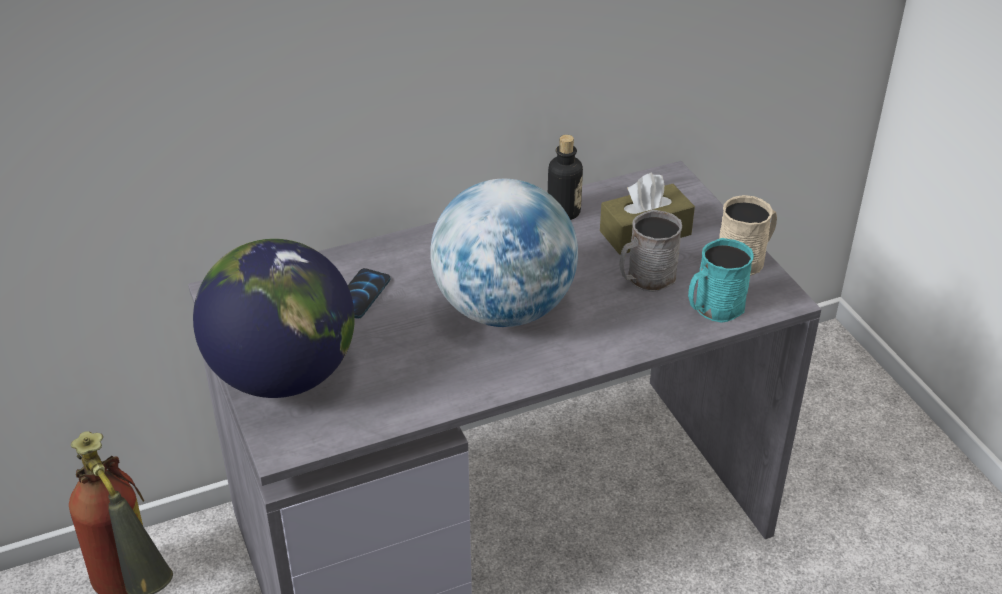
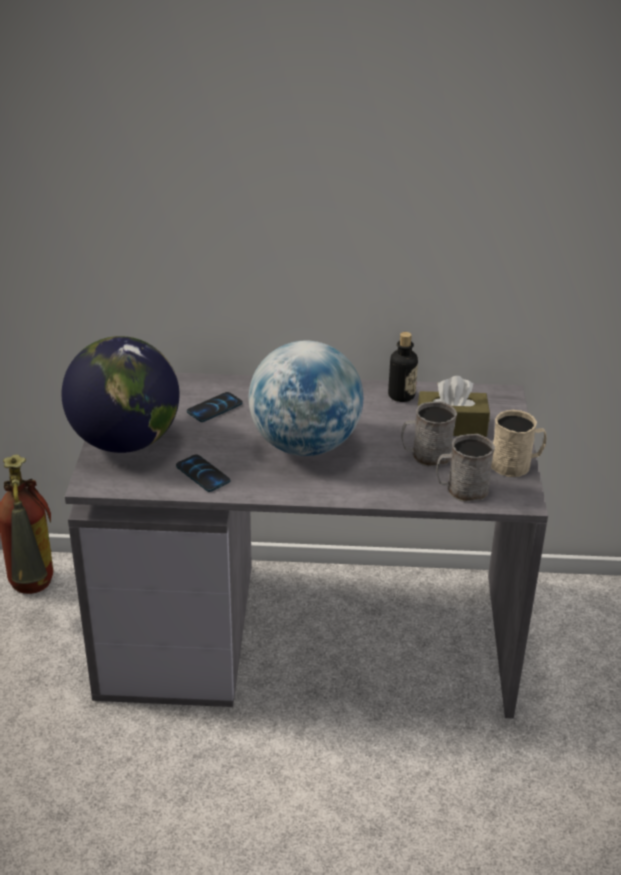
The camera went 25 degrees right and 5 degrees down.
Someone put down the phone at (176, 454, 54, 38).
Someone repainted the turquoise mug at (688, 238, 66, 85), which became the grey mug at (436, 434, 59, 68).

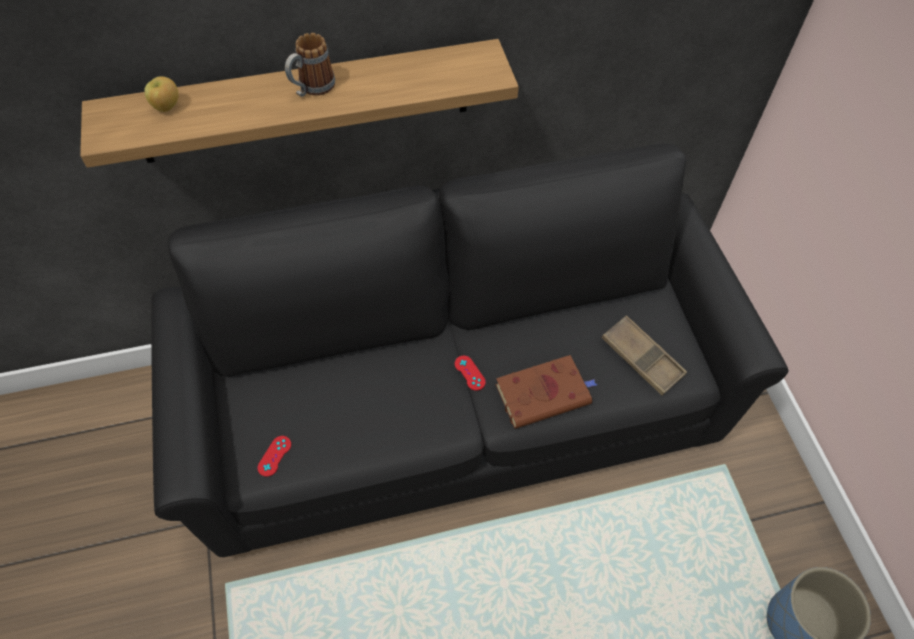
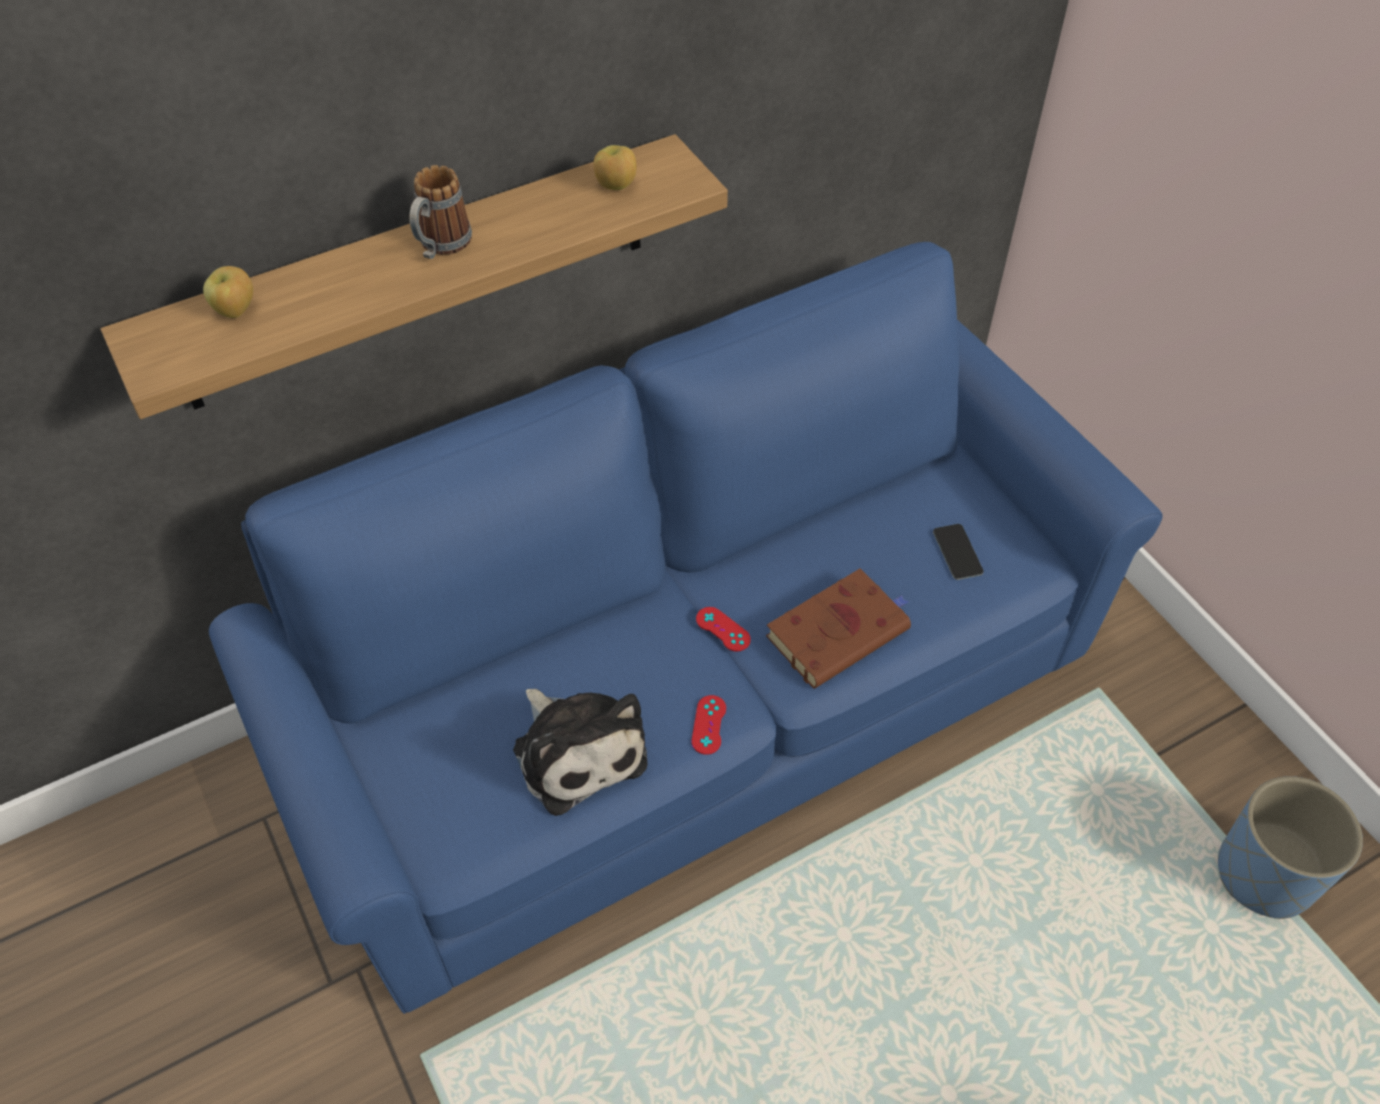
The camera went 15 degrees left and 5 degrees down.
Someone repainted the black sofa at (151, 143, 638, 414), which became the blue sofa at (209, 242, 954, 772).
Someone put down the plush toy at (513, 689, 135, 127).
Someone put down the apple at (593, 145, 43, 45).
Someone carried the red game controller from (257, 436, 34, 41) to (691, 695, 35, 60).
Someone swapped the brown tray at (602, 315, 85, 81) for the phone at (933, 524, 51, 56).

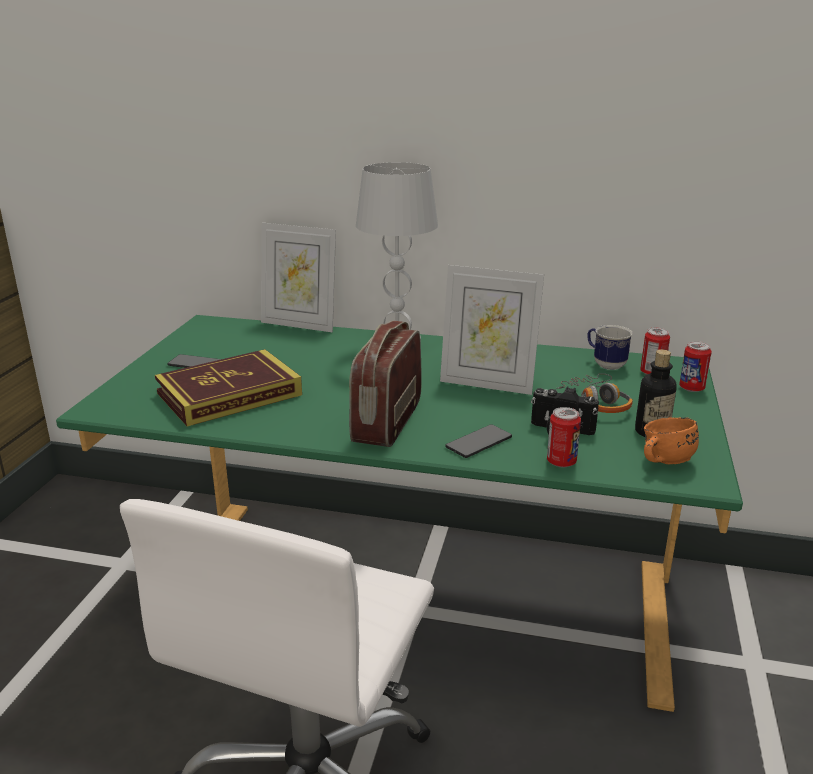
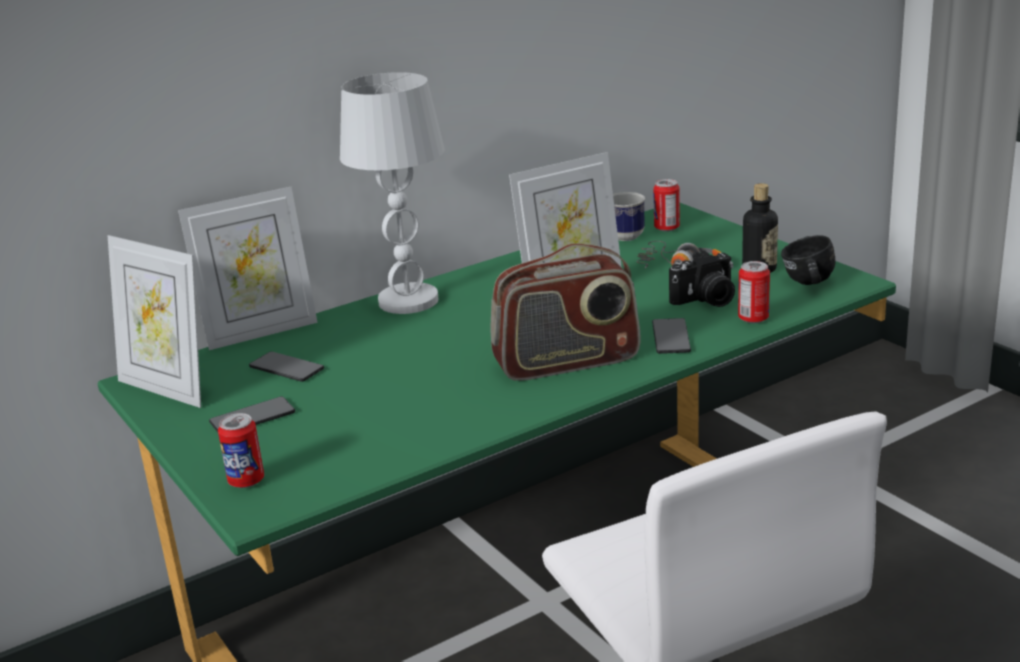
The camera went 45 degrees left and 0 degrees up.
Someone put down the picture frame at (107, 235, 94, 173).
Someone carried the can from (679, 341, 33, 51) to (218, 413, 46, 75).
Someone put down the phone at (249, 351, 75, 31).
Someone rotated the radio at (349, 320, 73, 127) by 75 degrees counterclockwise.
Someone repainted the orange mug at (644, 417, 55, 47), which became the black mug at (781, 235, 55, 50).
Someone took away the book at (155, 349, 147, 77).

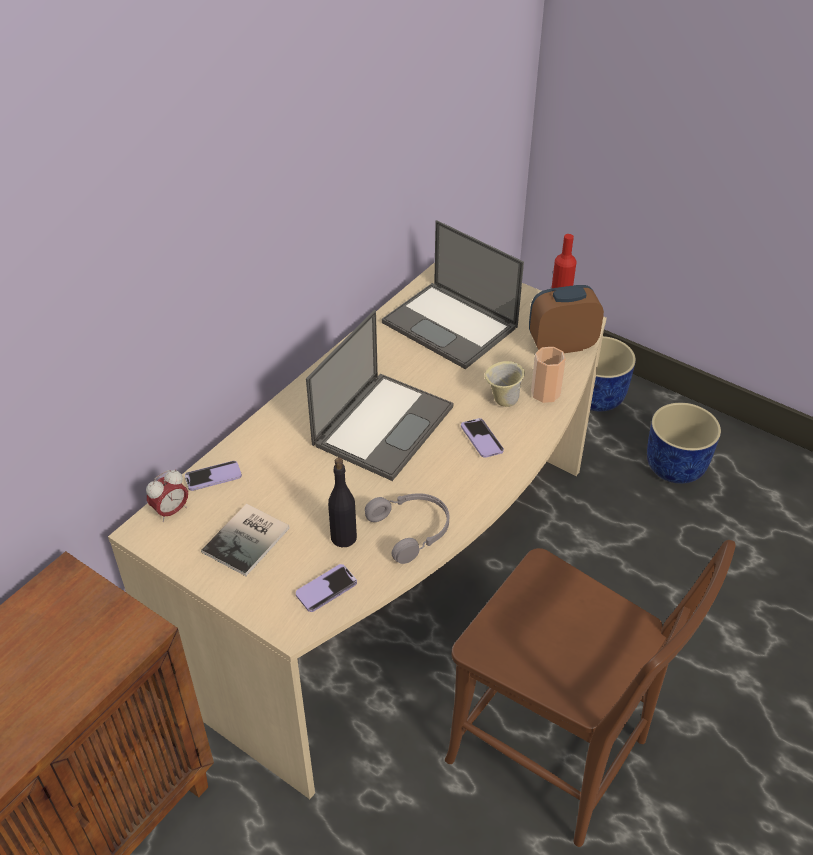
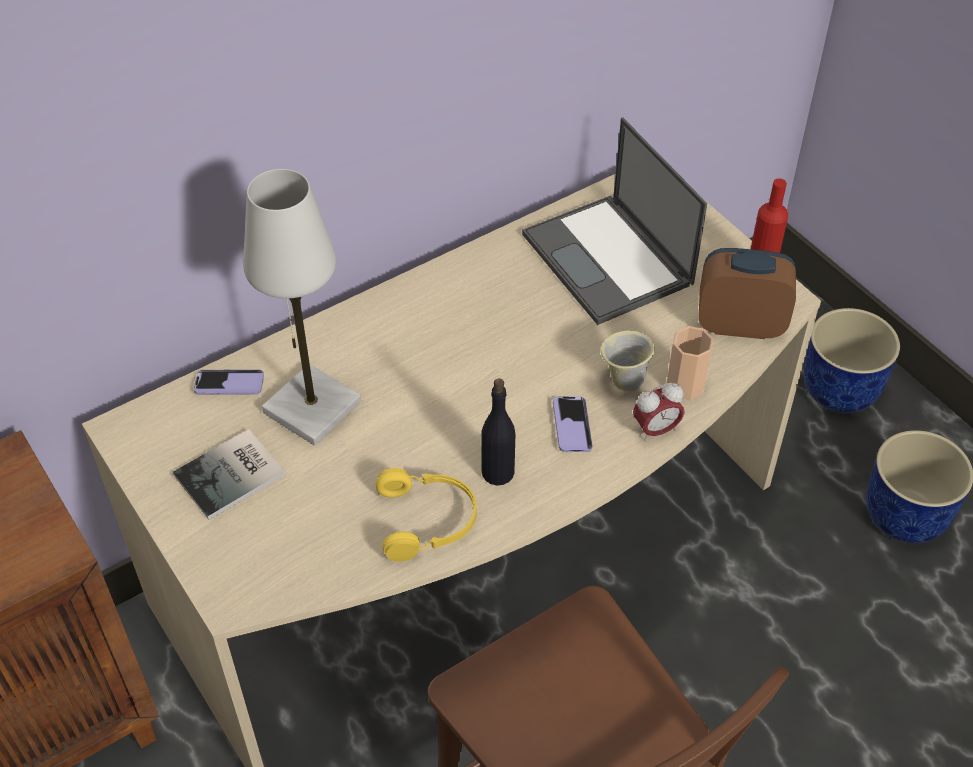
The camera went 20 degrees right and 5 degrees up.
Someone put down the white table lamp at (243, 169, 118, 277).
Someone repainted the grey headphones at (365, 493, 84, 71), which became the yellow headphones at (376, 468, 101, 94).
Someone carried the black bottle from (328, 458, 29, 89) to (481, 378, 34, 108).
Someone carried the alarm clock from (146, 470, 42, 52) to (633, 383, 52, 58).
Someone took away the phone at (296, 564, 61, 48).
Someone took away the laptop at (306, 310, 147, 171).

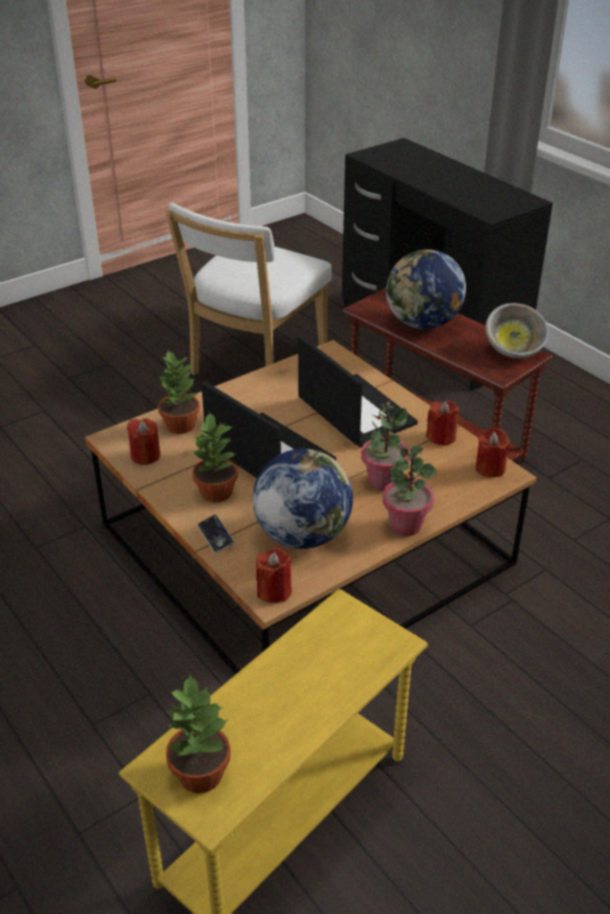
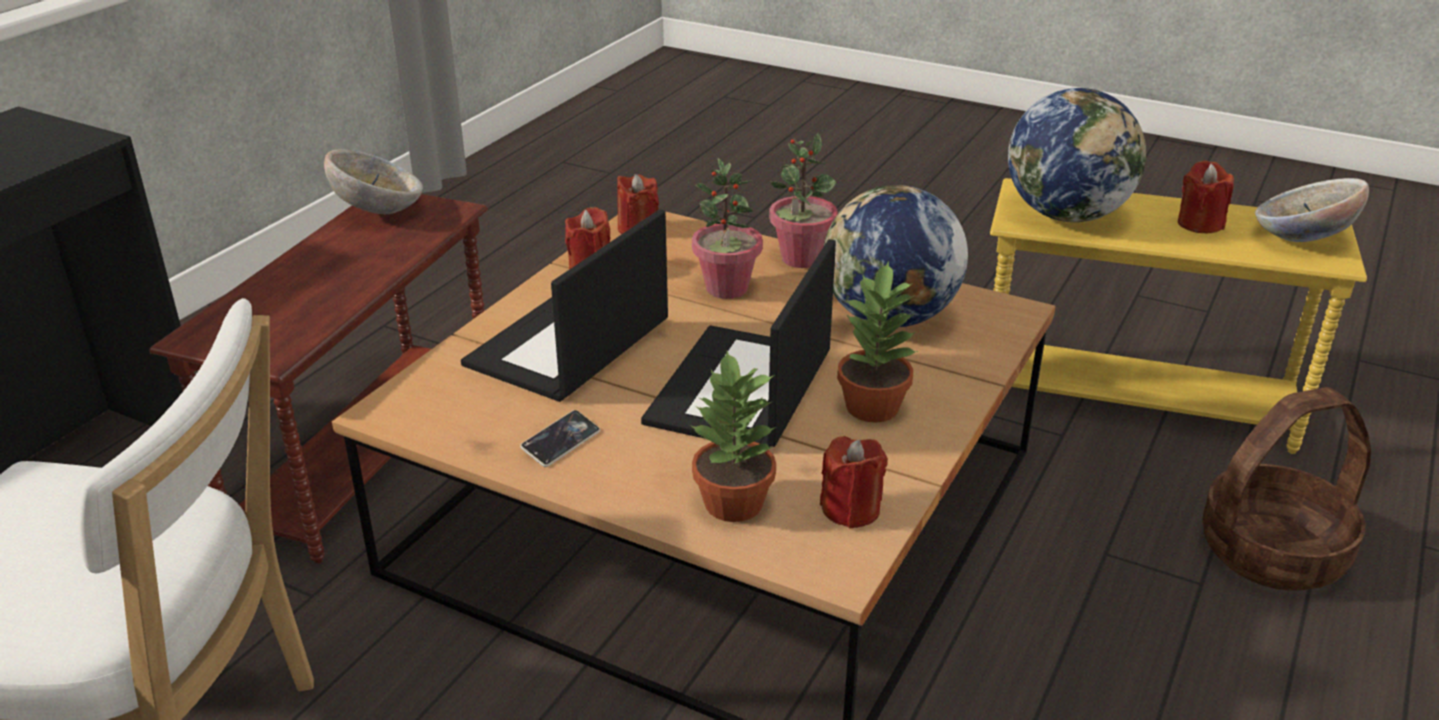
The camera went 115 degrees left and 5 degrees down.
Someone carried the phone from (197, 514, 38, 40) to (520, 410, 80, 57).
Someone carried the globe from (386, 249, 80, 80) to (1008, 88, 138, 134).
Someone carried the red candle from (256, 548, 36, 55) to (1178, 160, 56, 73).
Someone put down the basket at (1202, 387, 169, 204).
Someone swapped the potted plant at (166, 674, 65, 119) for the bowl at (1255, 178, 114, 64).

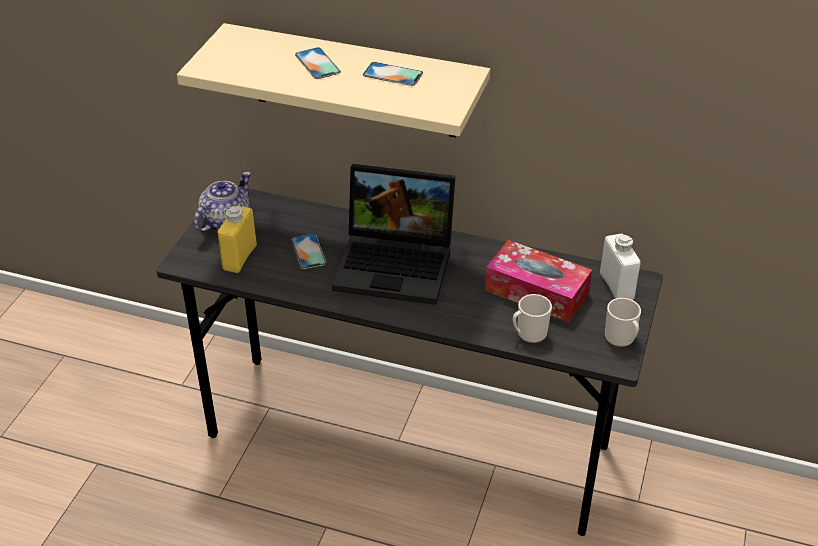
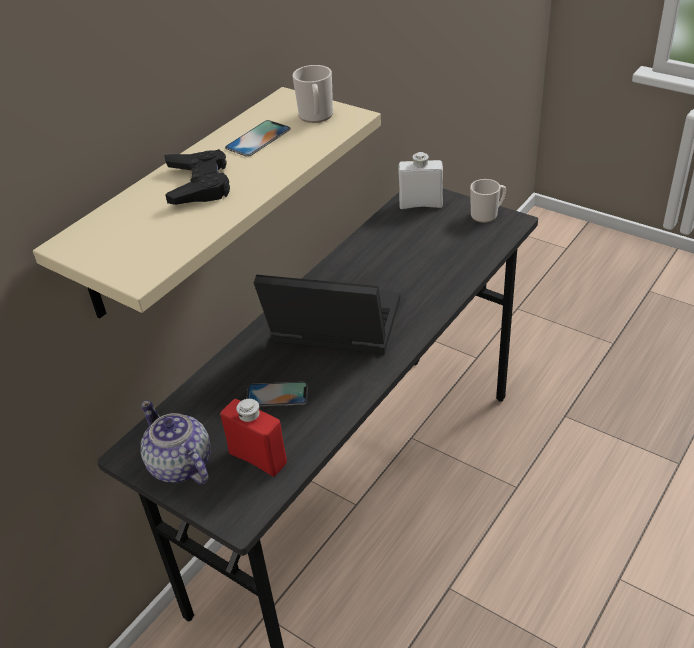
The camera went 70 degrees left and 0 degrees up.
Someone swapped the phone at (295, 47, 46, 32) for the black game controller at (164, 149, 66, 56).
Someone repainted the yellow bottle at (218, 206, 39, 67), which became the red bottle at (220, 399, 67, 77).
Someone rotated the laptop at (332, 164, 124, 141) by 105 degrees counterclockwise.
Someone carried the mug from (513, 294, 39, 49) to (293, 65, 40, 58).
Someone took away the tissue box at (485, 240, 107, 82).

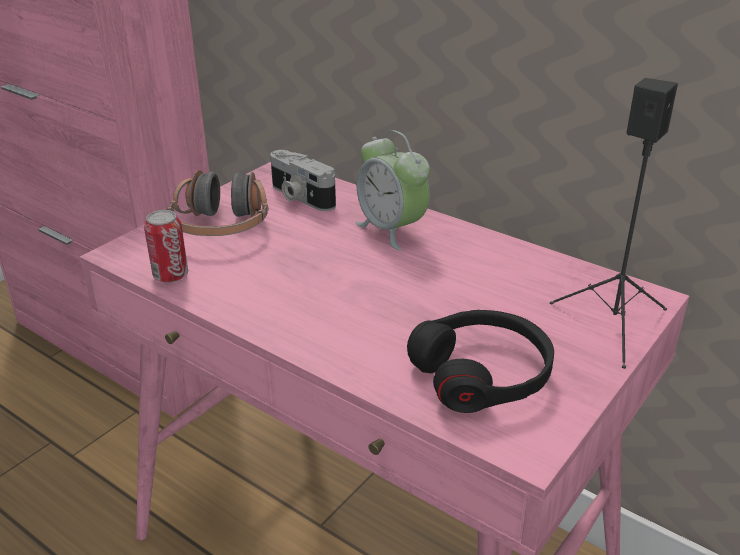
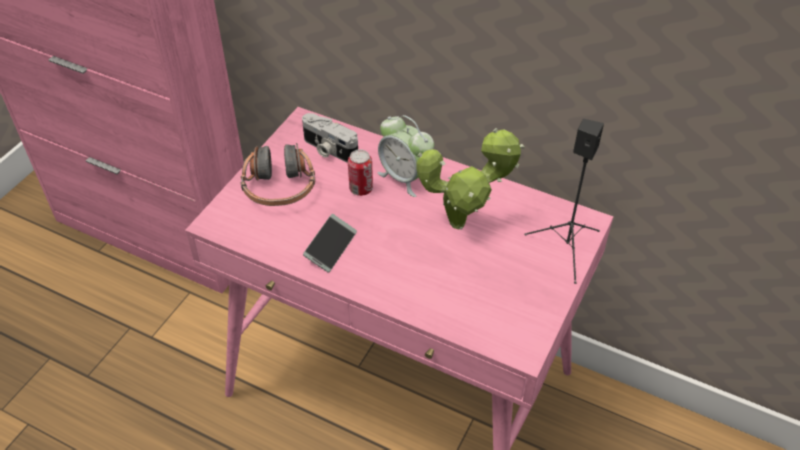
The camera went 10 degrees left and 15 degrees up.
Someone put down the phone at (303, 214, 54, 59).
Someone carried the can from (144, 210, 44, 73) to (348, 149, 25, 47).
Someone put down the potted plant at (416, 128, 109, 102).
Someone took away the black headphones at (407, 310, 147, 103).

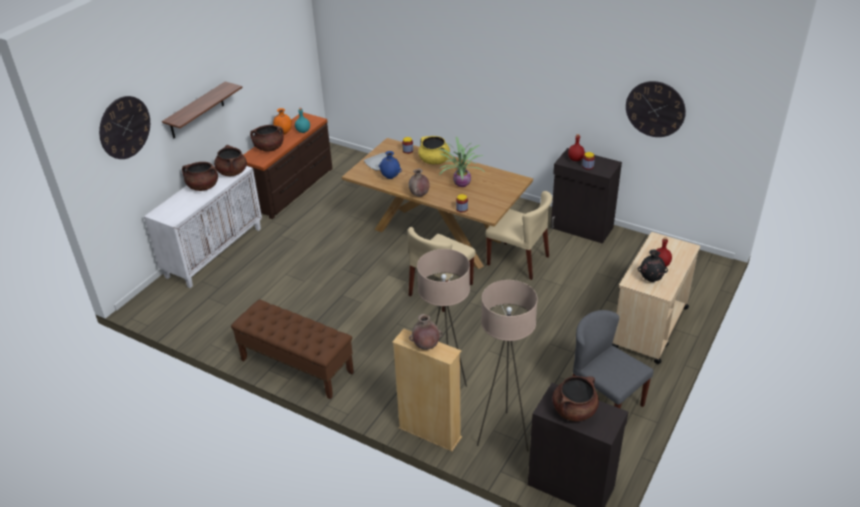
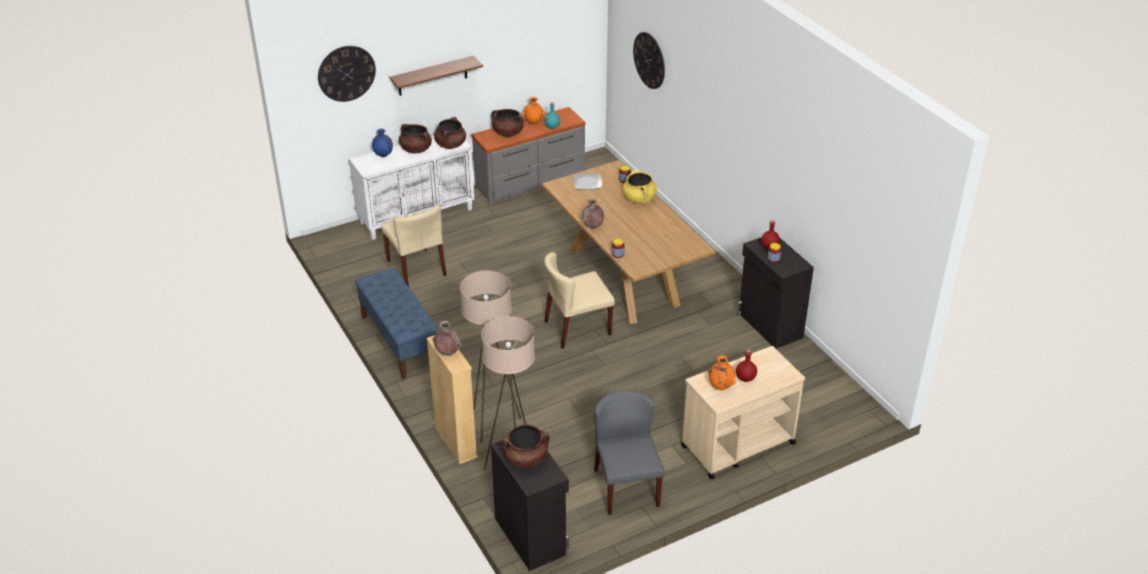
The camera went 30 degrees right and 0 degrees up.
Someone repainted the brown bench at (231, 299, 123, 100), which became the blue bench at (355, 268, 84, 111).
Someone carried the blue vase from (379, 151, 23, 28) to (372, 129, 21, 28).
Someone carried the beige chair from (485, 191, 67, 89) to (381, 205, 66, 82).
Someone repainted the brown dresser at (244, 112, 89, 107), which became the grey dresser at (472, 107, 113, 97).
Someone carried the wall clock from (626, 81, 60, 56) to (633, 32, 32, 57).
Someone repainted the black vase at (638, 249, 30, 33), which became the orange vase at (708, 356, 28, 34).
Someone took away the potted plant at (439, 136, 46, 51).

